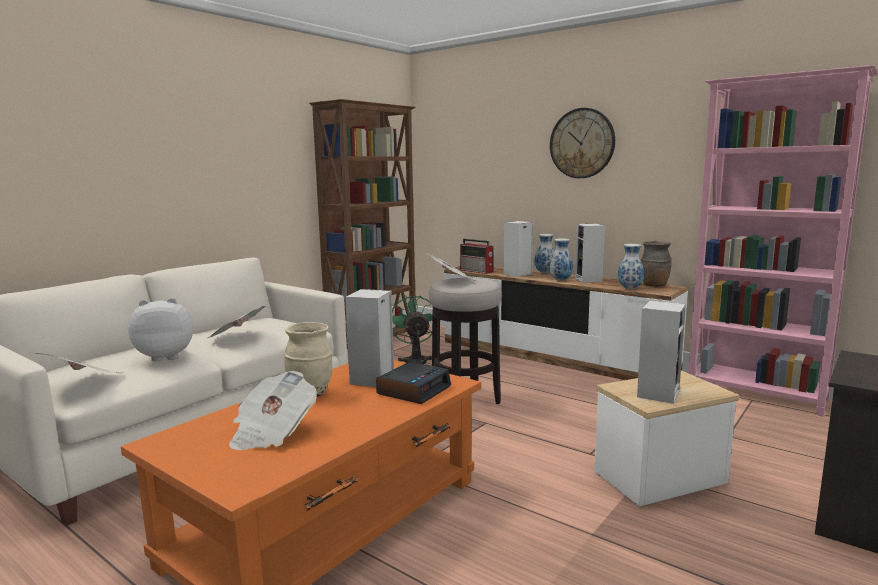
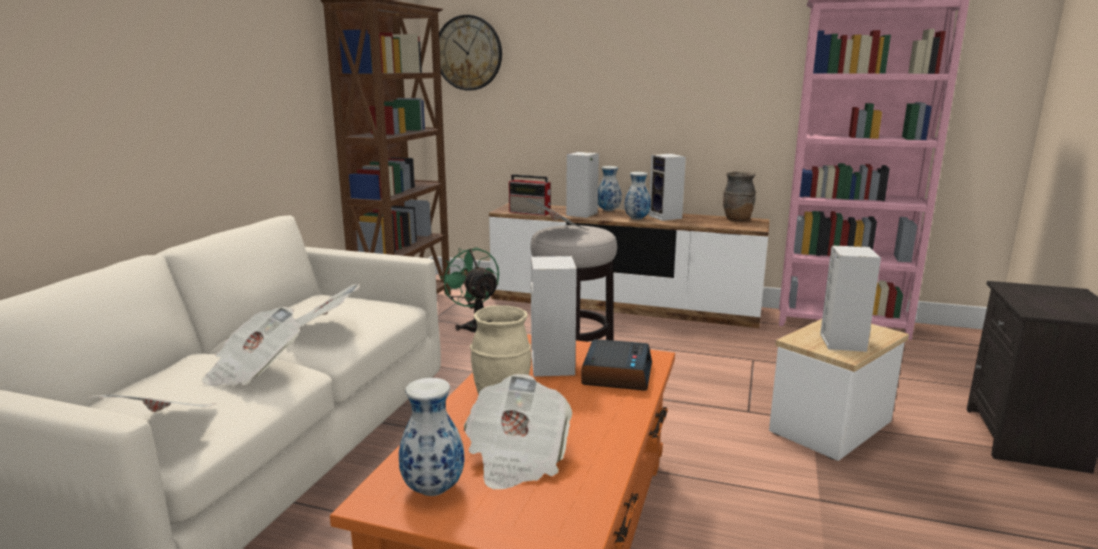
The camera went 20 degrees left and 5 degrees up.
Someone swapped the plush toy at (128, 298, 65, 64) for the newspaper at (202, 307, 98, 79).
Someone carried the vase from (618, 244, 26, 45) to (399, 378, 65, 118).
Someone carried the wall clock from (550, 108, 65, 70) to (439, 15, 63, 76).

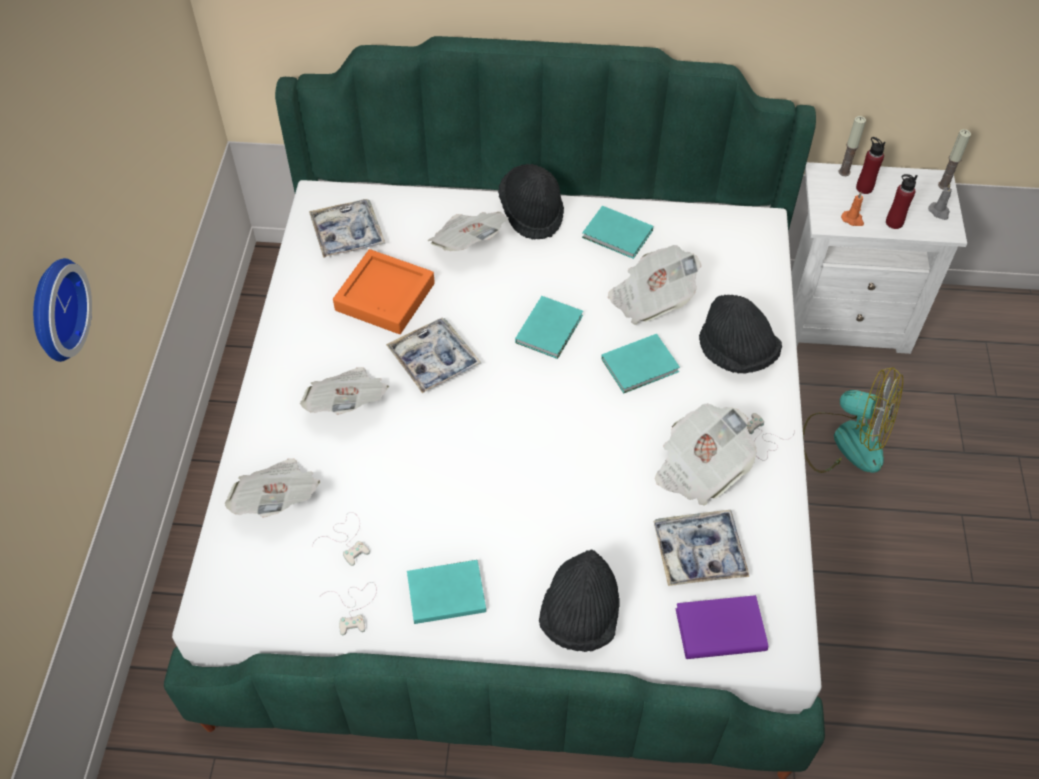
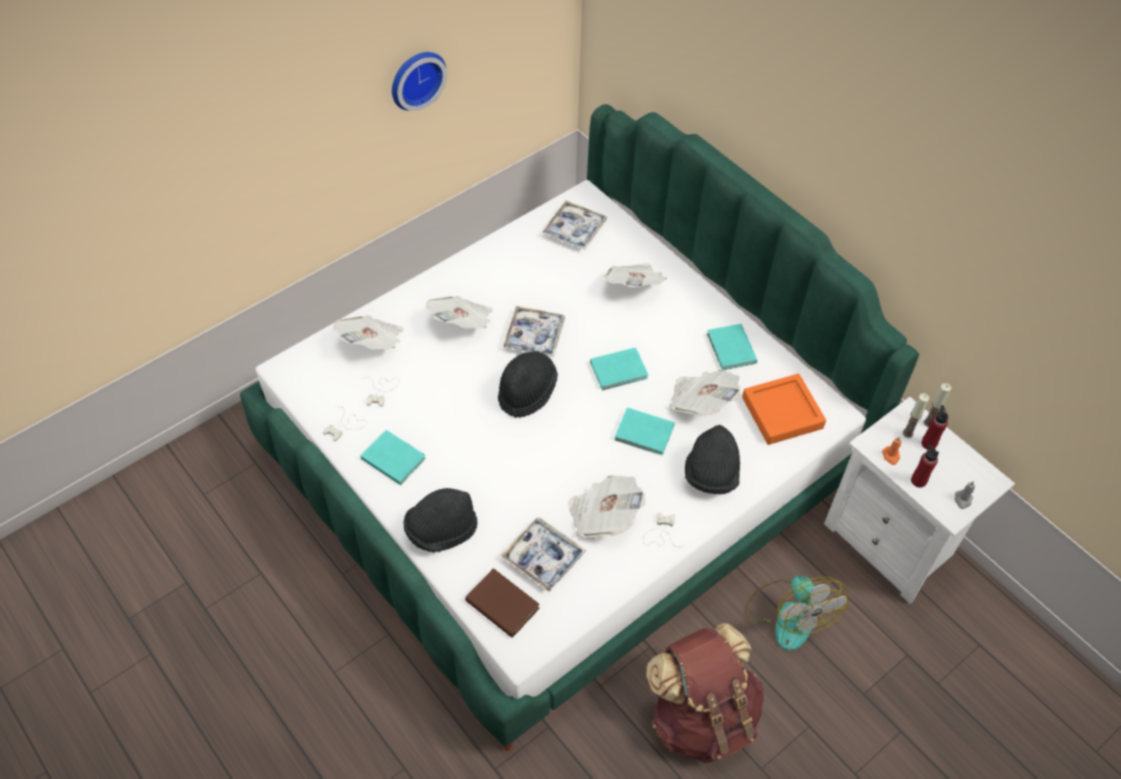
The camera went 45 degrees right and 0 degrees up.
Someone carried the wall clock from (33, 258, 59, 104) to (392, 52, 55, 59).
Someone repainted the purple book at (676, 595, 92, 64), which became the brown book at (465, 568, 75, 70).
Someone carried the black hat from (498, 164, 66, 76) to (498, 351, 60, 67).
Someone put down the brown backpack at (646, 623, 119, 141).
Someone carried the orange tray from (333, 249, 102, 85) to (742, 374, 84, 71).
Someone carried the candle from (938, 129, 33, 61) to (903, 393, 27, 45).

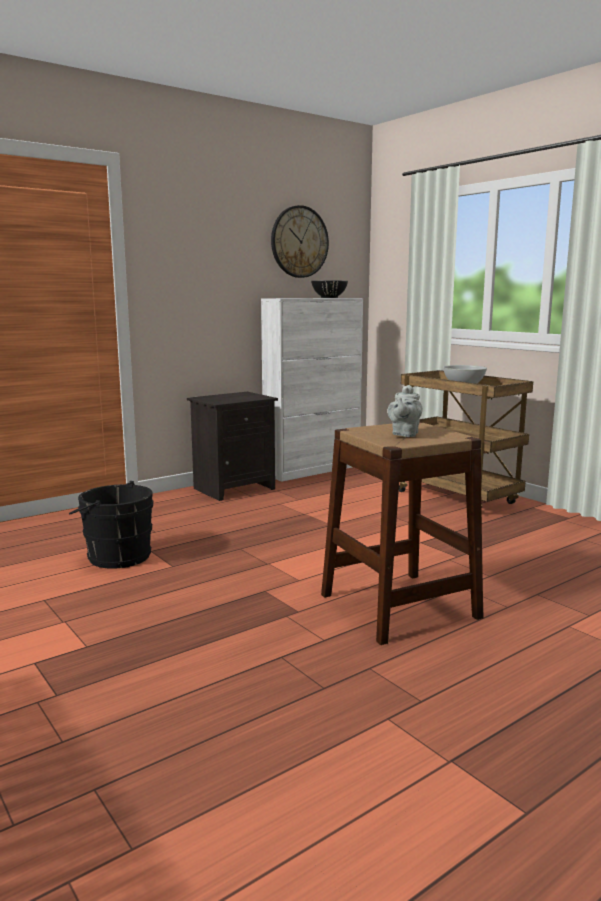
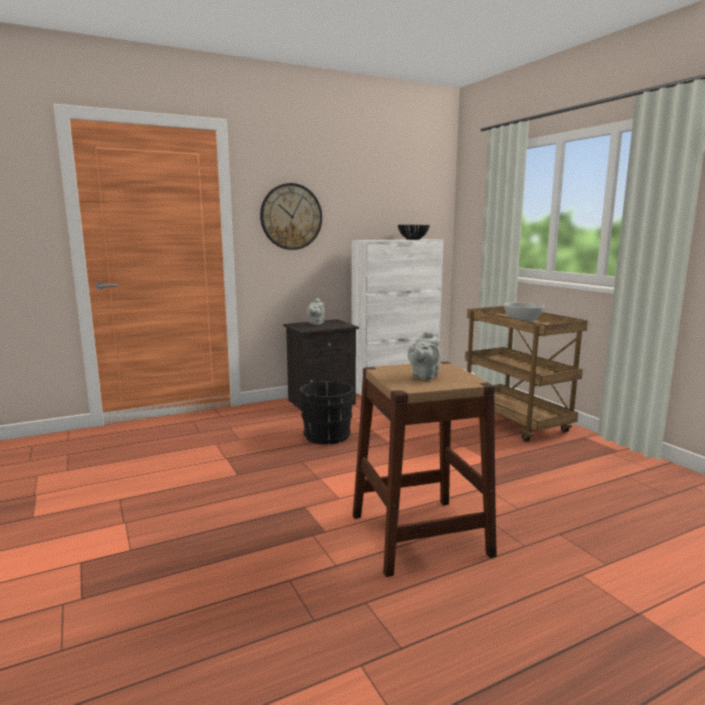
The camera went 10 degrees right and 0 degrees up.
Someone carried the wall clock from (271, 205, 58, 73) to (260, 183, 62, 67).
Someone carried the black bucket from (69, 481, 84, 88) to (293, 379, 61, 65).
Someone put down the grey teapot at (306, 298, 19, 27).

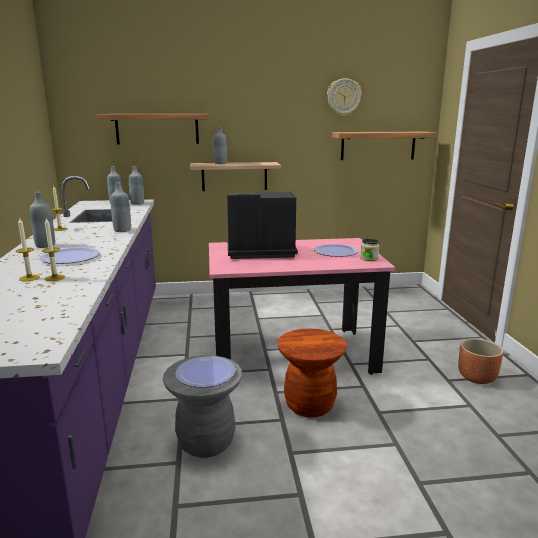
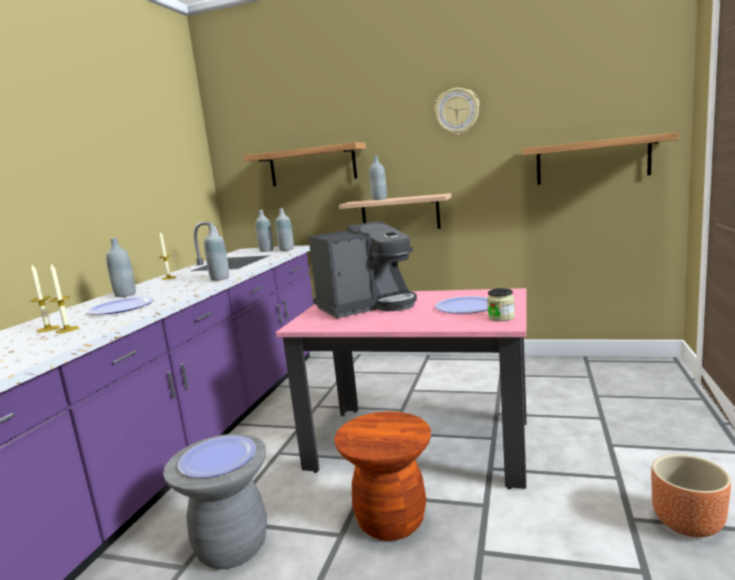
The camera went 25 degrees right and 5 degrees down.
Someone rotated the coffee machine at (227, 191, 71, 68) by 135 degrees clockwise.
Someone carried the wall clock from (327, 78, 35, 38) to (434, 88, 46, 48).

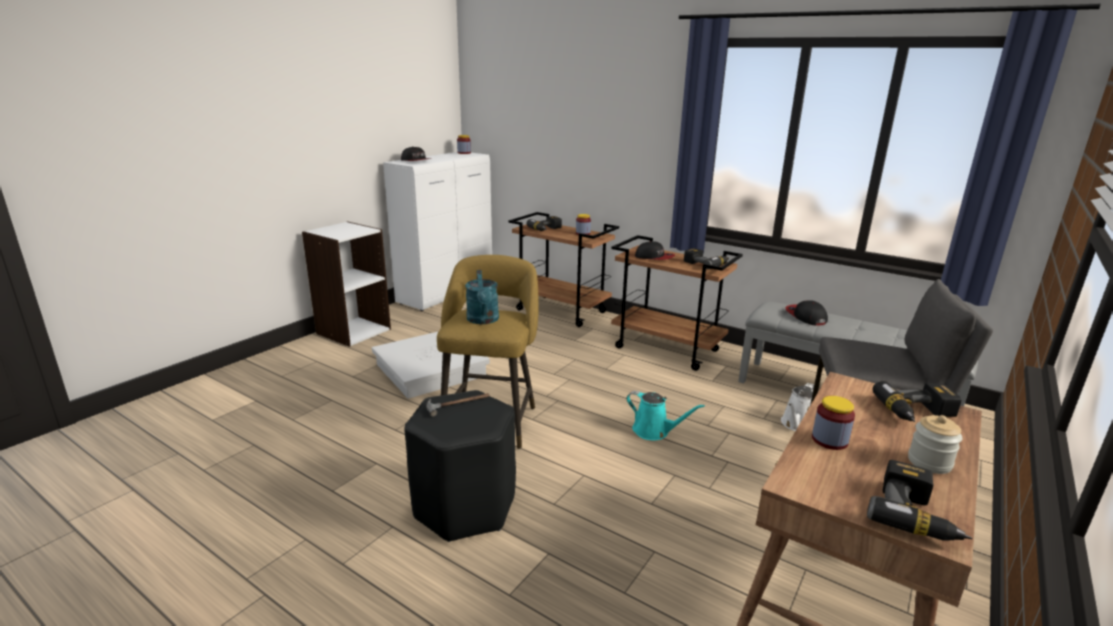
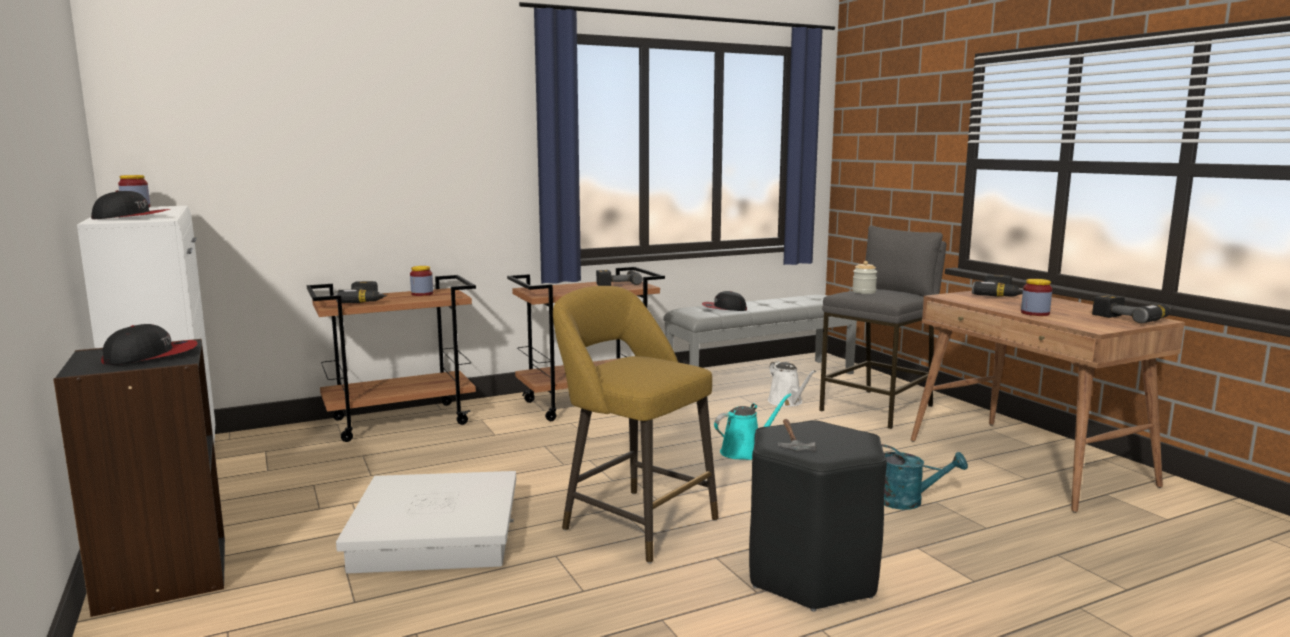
The camera went 60 degrees left and 10 degrees down.
Someone repainted the white bookcase at (302, 221, 89, 126), which became the black bookcase at (53, 339, 172, 278).
Someone carried the cap from (635, 241, 40, 19) to (101, 324, 97, 41).
Someone carried the jar from (908, 415, 54, 59) to (852, 261, 25, 33).
Someone carried the turquoise watering can from (465, 270, 34, 54) to (881, 444, 87, 66).

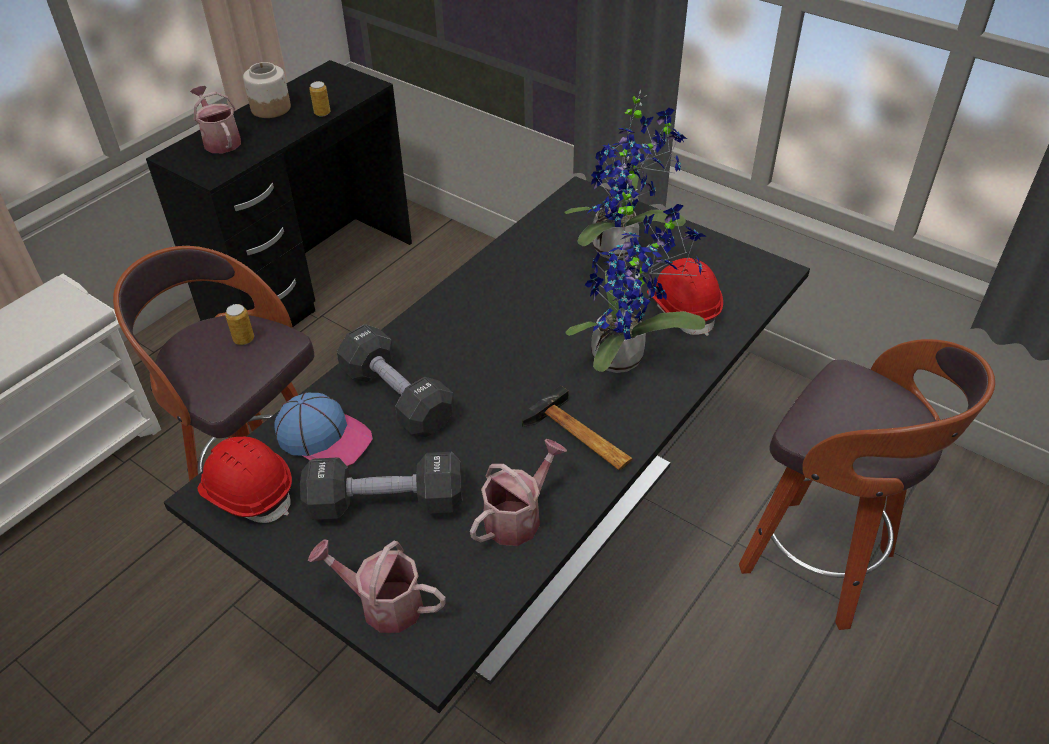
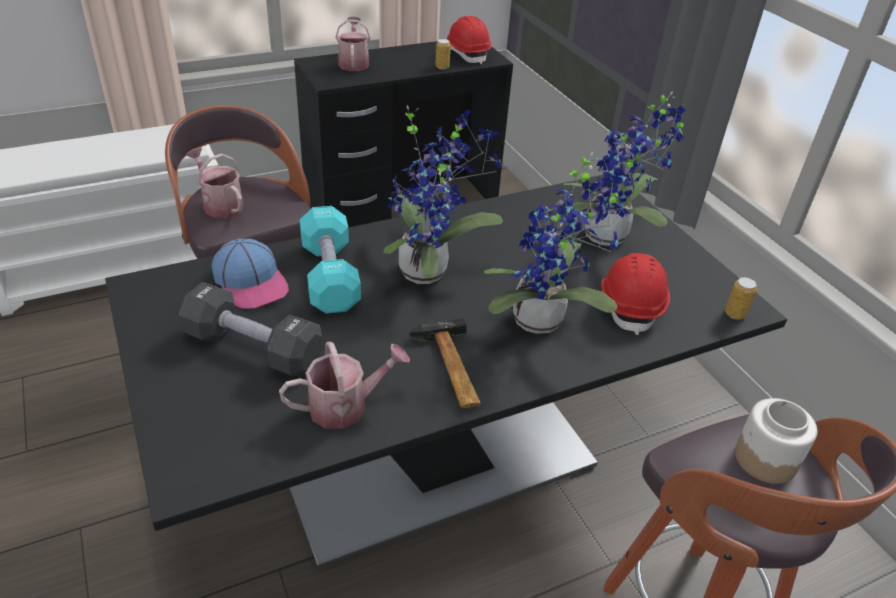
The camera went 25 degrees right and 5 degrees down.
Someone carried the watering can from (308, 539, 138, 94) to (185, 148, 59, 70).
Someone repainted the black dumbbell at (337, 324, 117, 113), which became the turquoise dumbbell at (300, 206, 61, 108).
Someone put down the potted plant at (383, 105, 120, 179).
Someone carried the red hard hat from (198, 437, 94, 86) to (447, 16, 44, 48).
Someone carried the can from (225, 304, 29, 41) to (725, 277, 32, 43).
Someone carried the jar from (243, 62, 48, 56) to (735, 398, 82, 86).

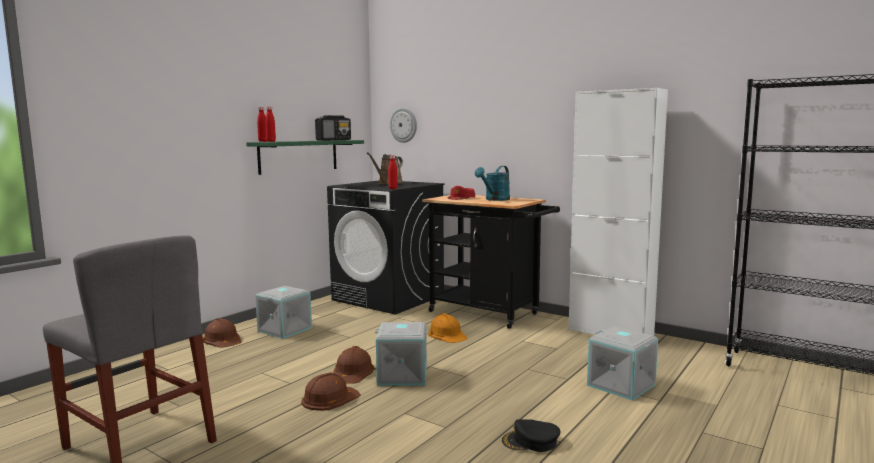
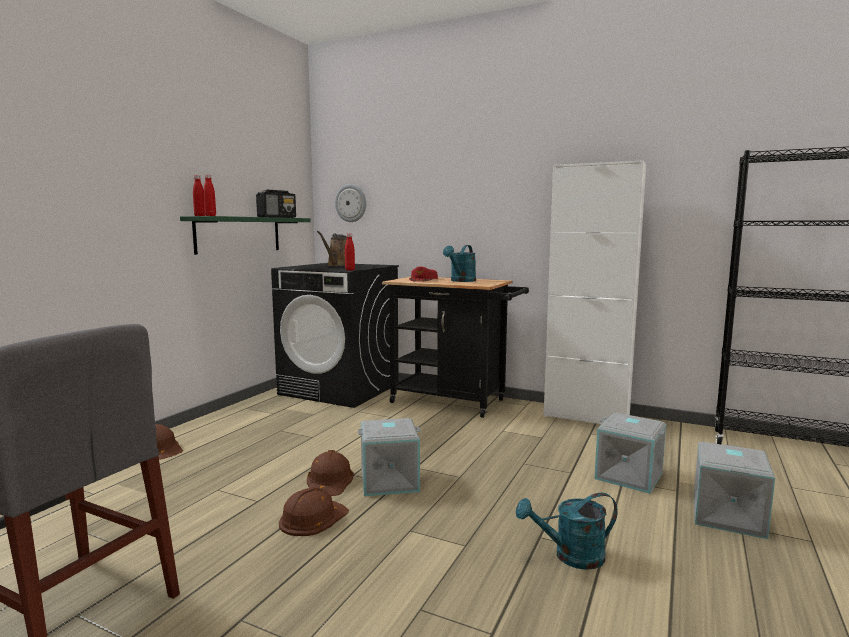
The camera went 10 degrees left and 0 degrees up.
Someone swapped the black cap at (502, 419, 58, 33) for the turquoise watering can at (516, 493, 102, 77).
Someone carried the grey storage box from (255, 286, 57, 53) to (694, 442, 81, 97).
Someone took away the orange hard hat at (428, 313, 40, 30).

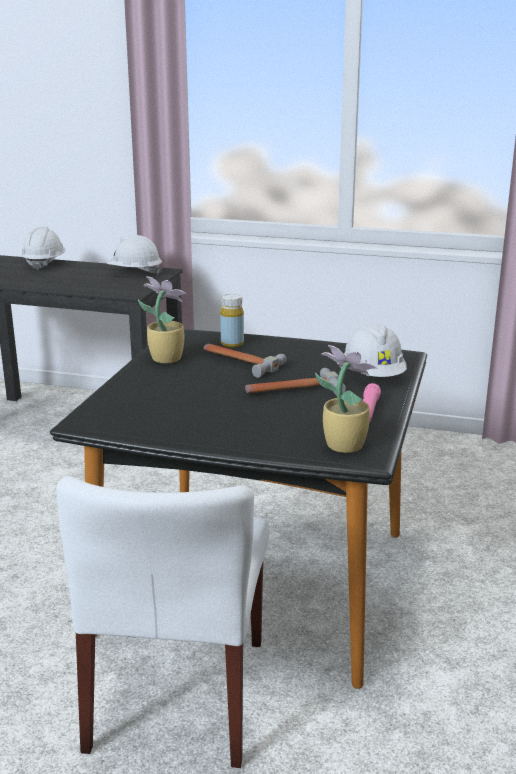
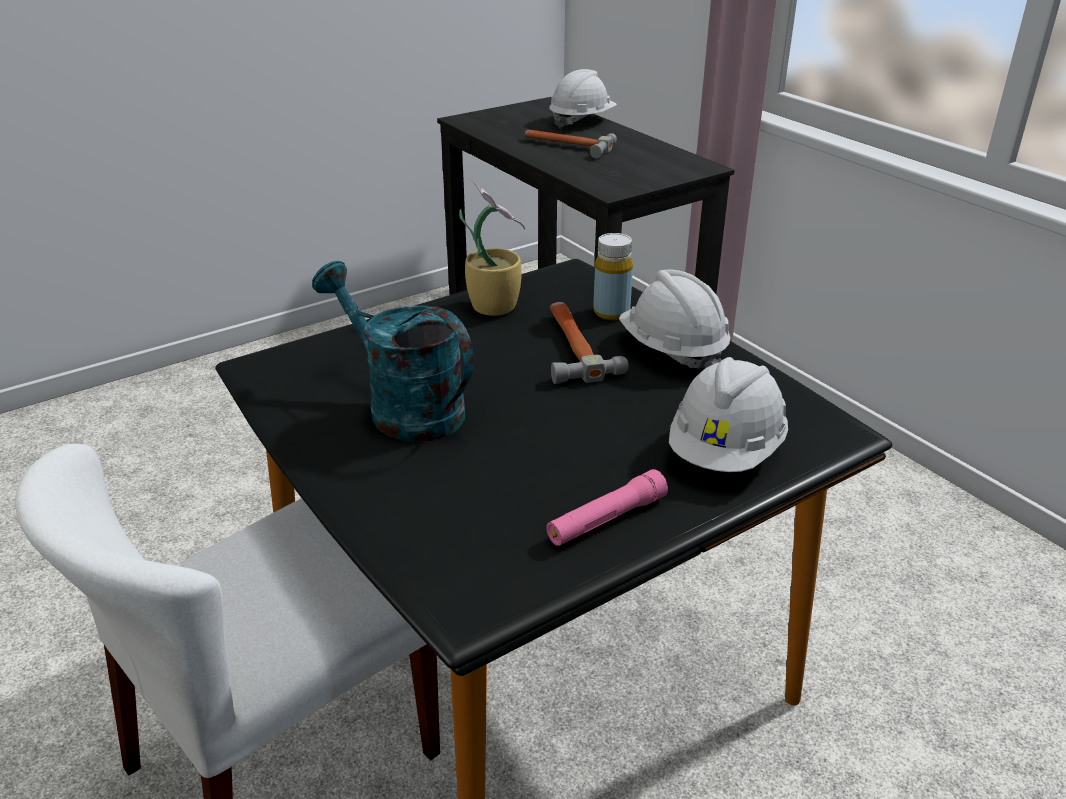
The camera went 40 degrees right and 10 degrees up.
Someone put down the turquoise watering can at (312, 261, 162, 180).
Someone carried the hammer from (245, 368, 101, 27) to (524, 130, 93, 29).
Someone carried the white hard hat from (107, 235, 56, 40) to (619, 270, 112, 100).
Someone took away the potted plant at (315, 345, 63, 108).

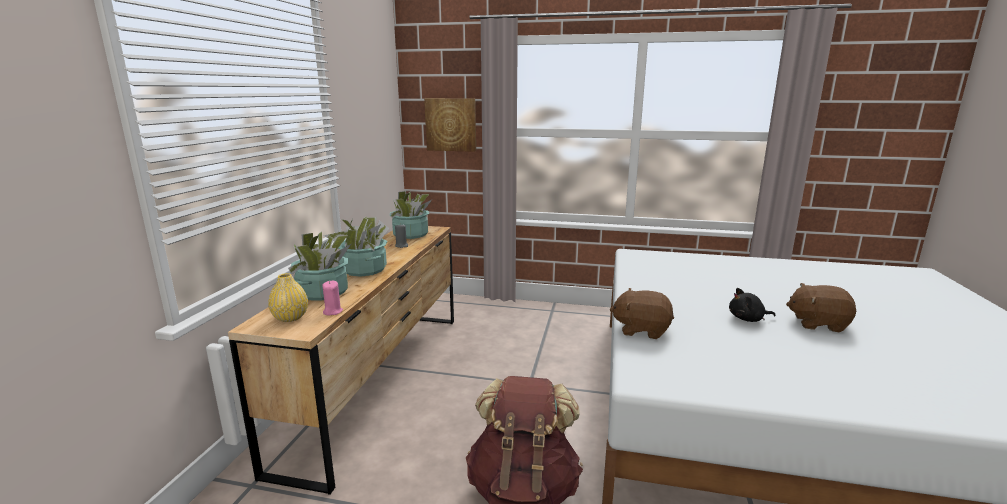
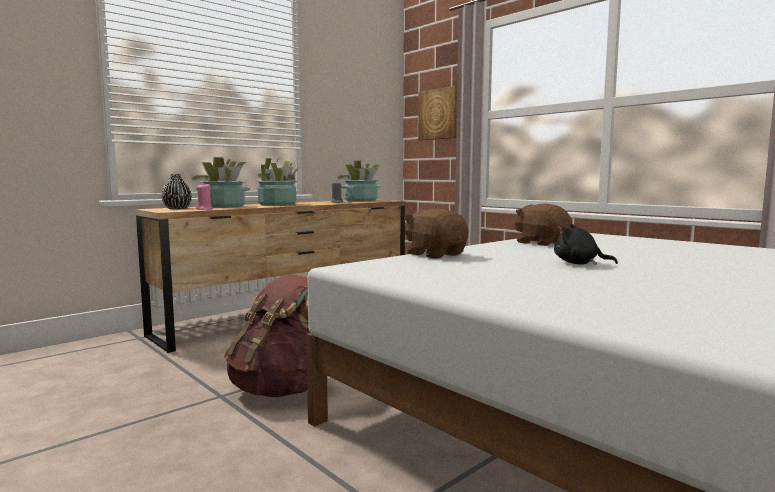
The camera went 35 degrees right and 10 degrees down.
Someone repainted the yellow vase at (268, 273, 40, 49), which became the black vase at (162, 174, 30, 35).
Someone carried the brown plush toy from (786, 283, 70, 49) to (515, 204, 56, 42).

